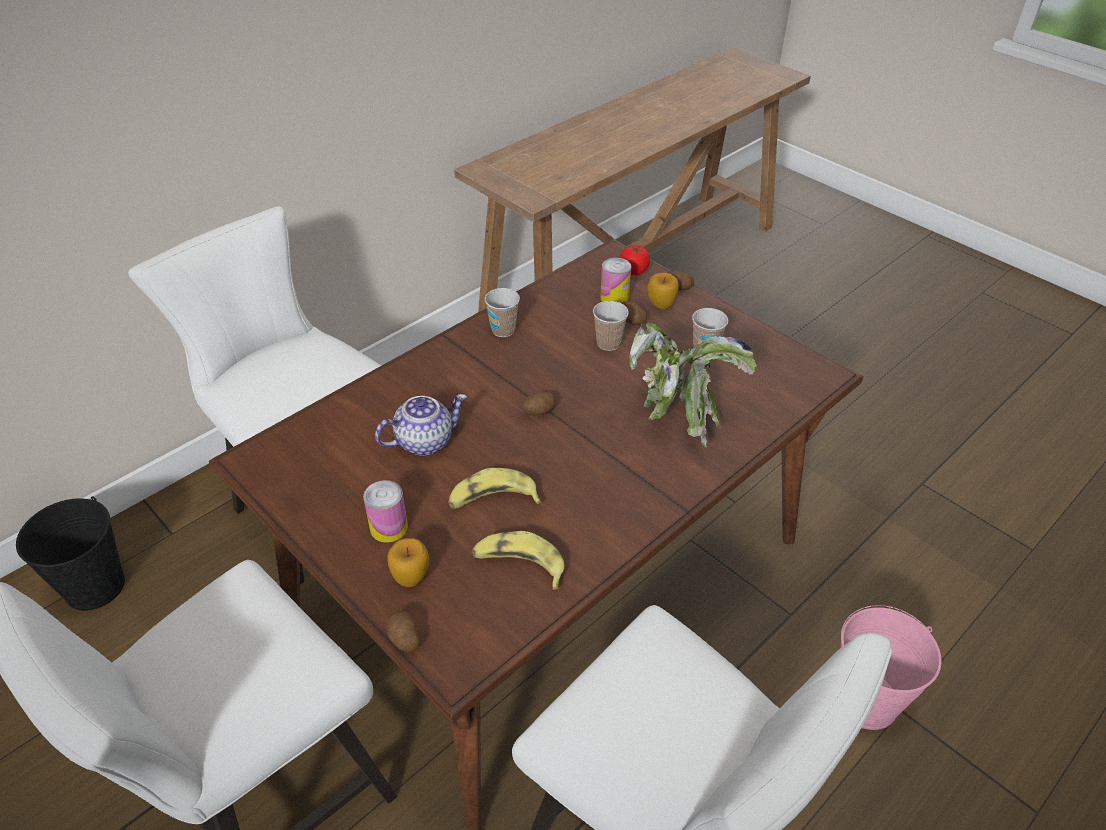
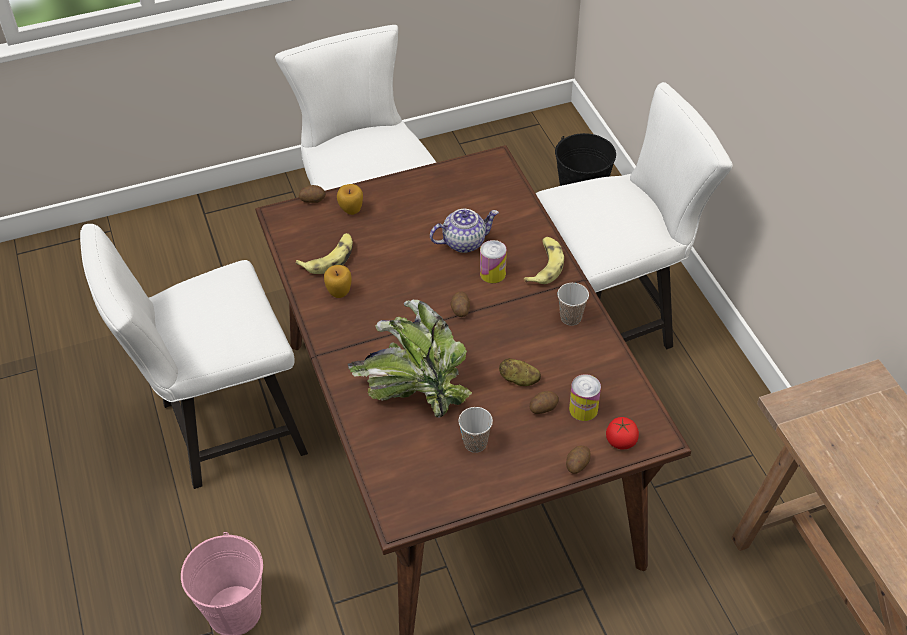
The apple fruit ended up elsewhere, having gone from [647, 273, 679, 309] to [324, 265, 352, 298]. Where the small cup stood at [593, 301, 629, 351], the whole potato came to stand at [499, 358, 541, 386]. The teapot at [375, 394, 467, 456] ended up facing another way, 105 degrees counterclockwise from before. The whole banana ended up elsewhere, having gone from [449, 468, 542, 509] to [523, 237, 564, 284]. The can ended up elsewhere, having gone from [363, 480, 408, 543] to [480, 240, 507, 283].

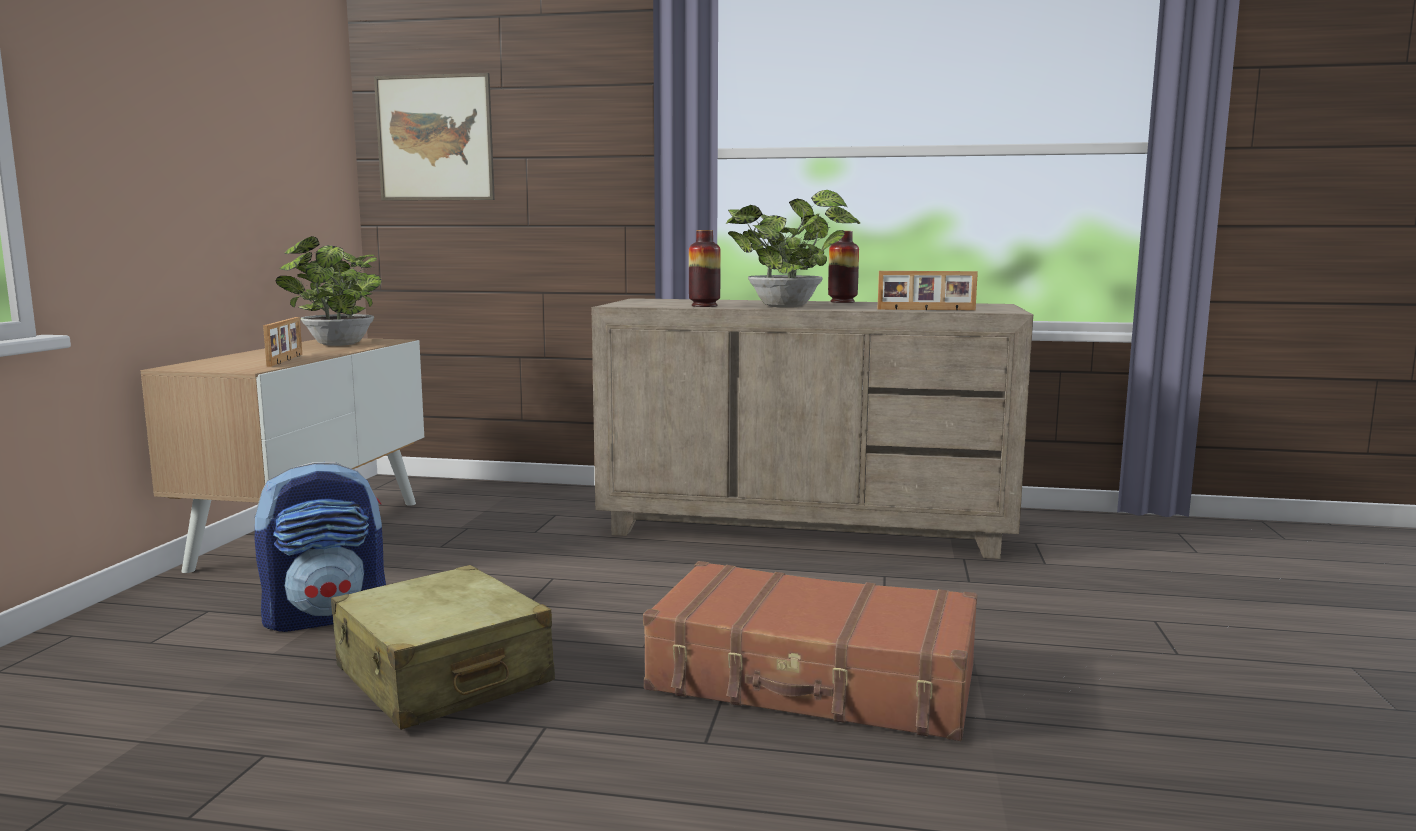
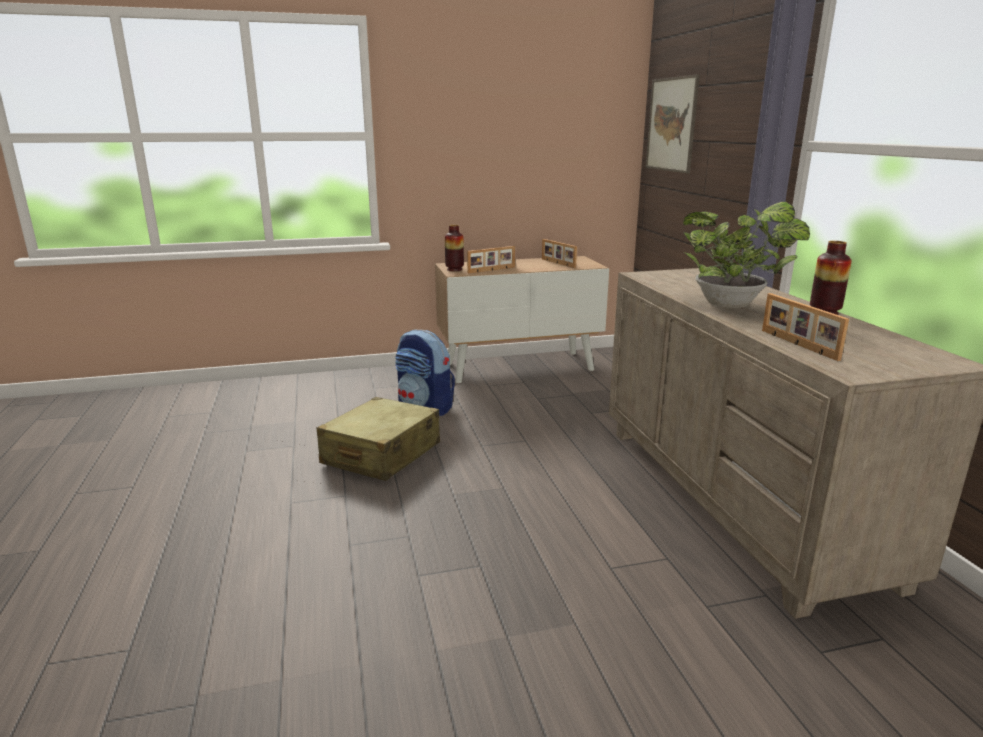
The decorative vase ended up elsewhere, having gone from [689, 230, 721, 307] to [445, 225, 464, 271]. Where the plant in a pot stood at [276, 236, 381, 346], the standing frame came to stand at [542, 239, 577, 268]. The second view lost the travel case (brown) at [643, 561, 977, 741].

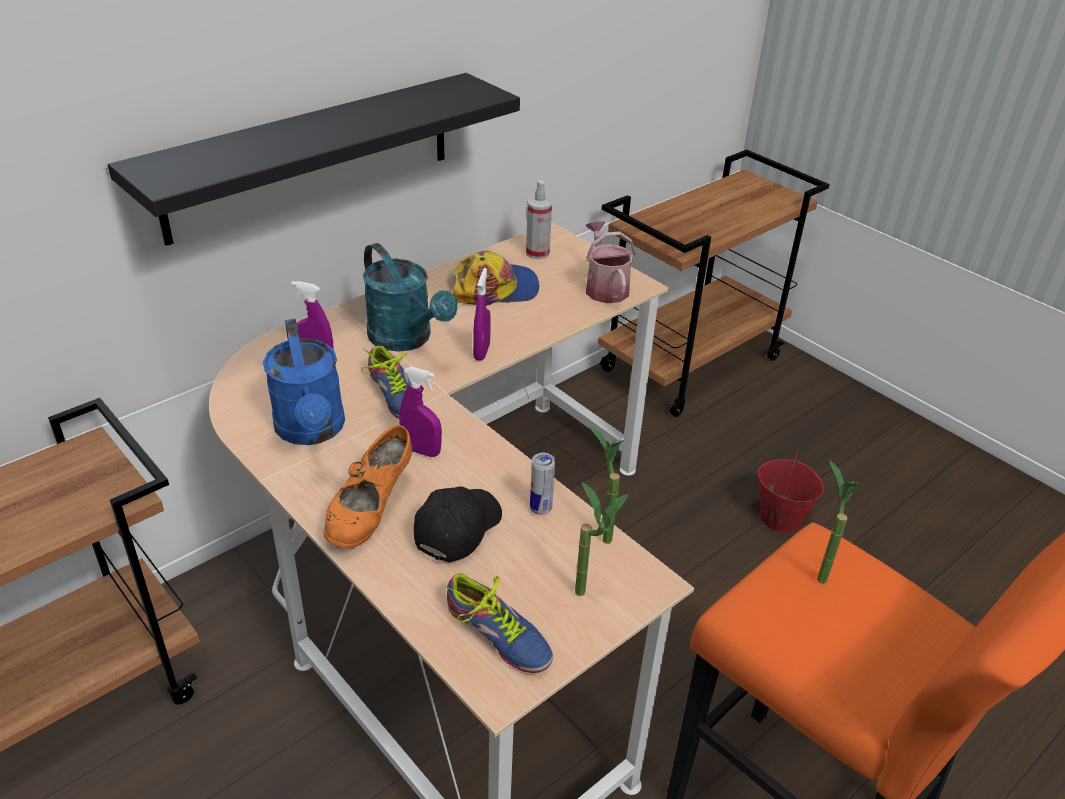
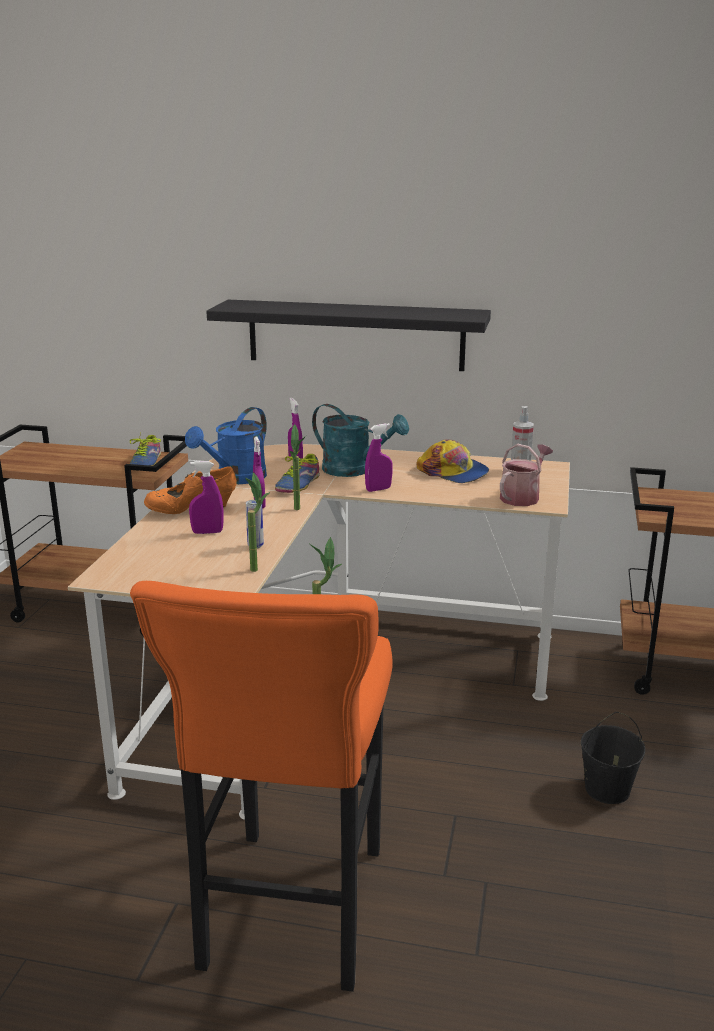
The sprinkling can (turquoise) at [363, 243, 457, 352] ended up facing another way, 75 degrees counterclockwise from before. What was the water bucket (red-coloured) at [757, 449, 824, 533] turned into the water bucket (black) at [581, 712, 645, 804]. The plant in a pot ended up elsewhere, having gone from [575, 482, 628, 596] to [288, 424, 306, 510]. Where the baseball cap (black) stood at [414, 487, 502, 562], the sprayer (purple) came to stand at [189, 461, 224, 534]. The item of footwear ended up elsewhere, having gone from [446, 573, 553, 673] to [130, 433, 161, 466].

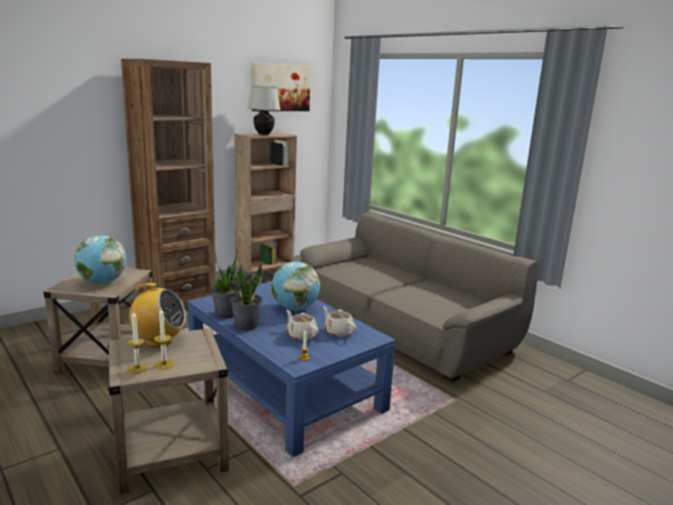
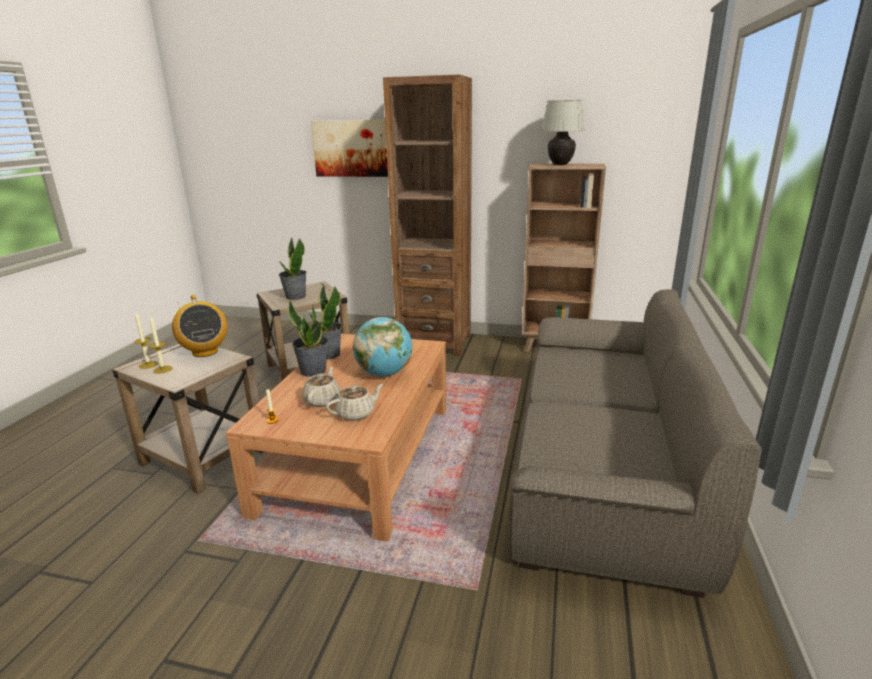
The picture ended up elsewhere, having gone from [252, 63, 311, 111] to [311, 119, 388, 177]. Where the world globe stood at [74, 235, 126, 284], the plant in a pot came to stand at [279, 237, 307, 300]. What was the coffee table (bluish) at [188, 281, 396, 457] turned into the coffee table (brown) at [226, 334, 446, 542]. The teapot (sand-coloured) at [323, 306, 356, 337] ended up facing another way, 45 degrees clockwise from before.

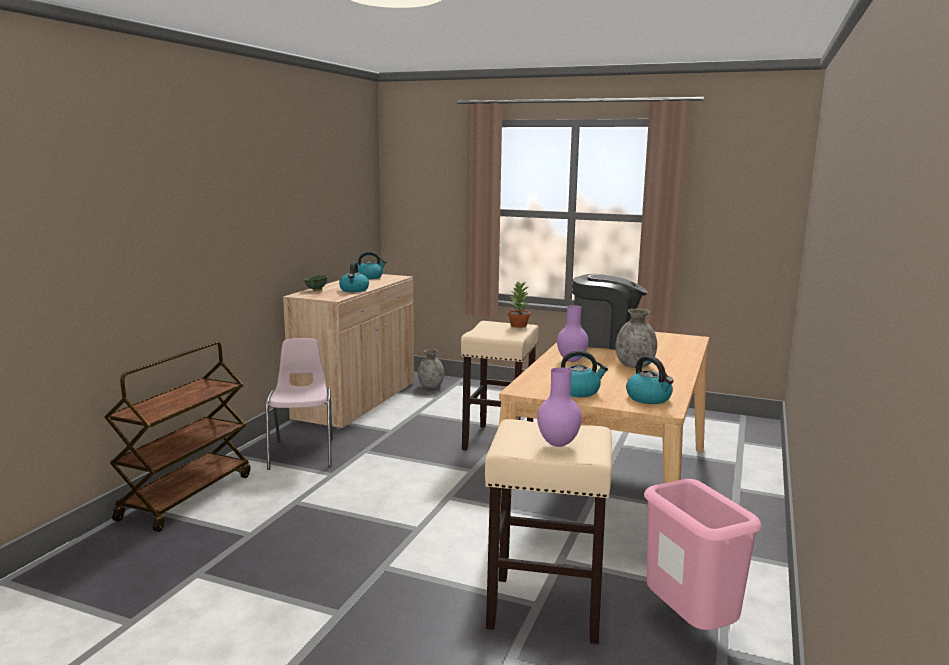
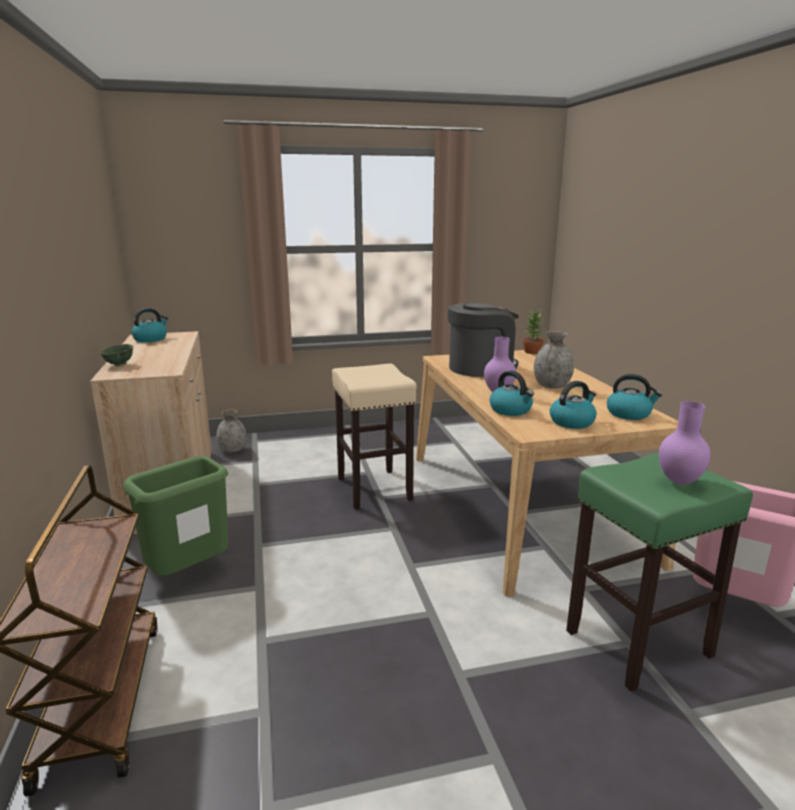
The tea kettle ended up elsewhere, having gone from [339, 262, 369, 292] to [489, 371, 534, 416]. The plant in a pot ended up elsewhere, having gone from [508, 281, 530, 328] to [522, 310, 544, 354]. Where the chair (pink) stood at [265, 338, 333, 470], the trash can (greenish) came to stand at [123, 456, 228, 576]. What was the sitting stool (sand-coloured) at [485, 419, 612, 644] turned into the sitting stool (greenish) at [566, 452, 753, 691].

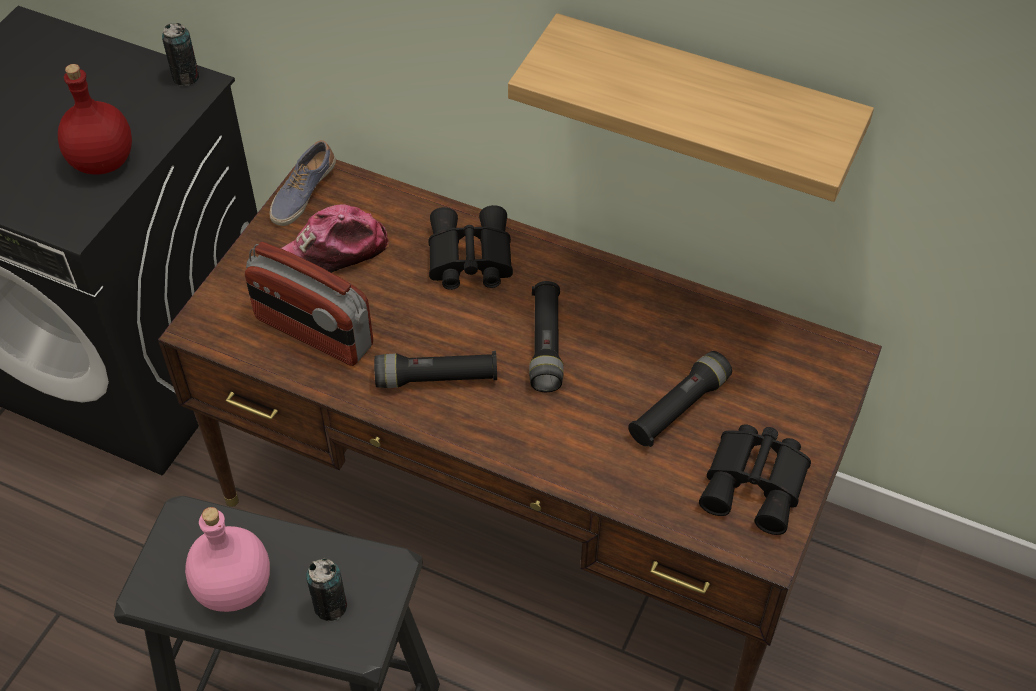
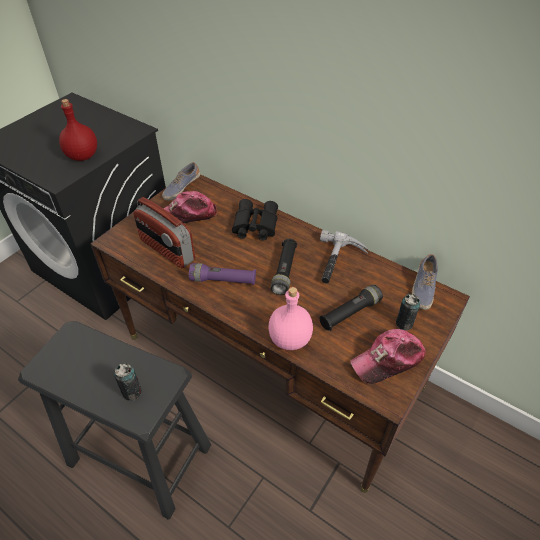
The second view lost the bracket shelf at [508, 13, 874, 202]. The can ended up elsewhere, having gone from [162, 23, 199, 86] to [396, 294, 420, 330]. What was the hand torch (black) at [374, 351, 497, 388] turned into the hand torch (purple) at [189, 263, 256, 285]. Where the binoculars (black) stood at [699, 424, 811, 535], the baseball cap came to stand at [350, 329, 426, 384]. The drink bottle (pink) ended up elsewhere, having gone from [185, 507, 270, 612] to [268, 287, 313, 350]. The second view gained the tool hammer at [320, 230, 369, 284]. The second view gained the item of footwear at [412, 254, 438, 310].

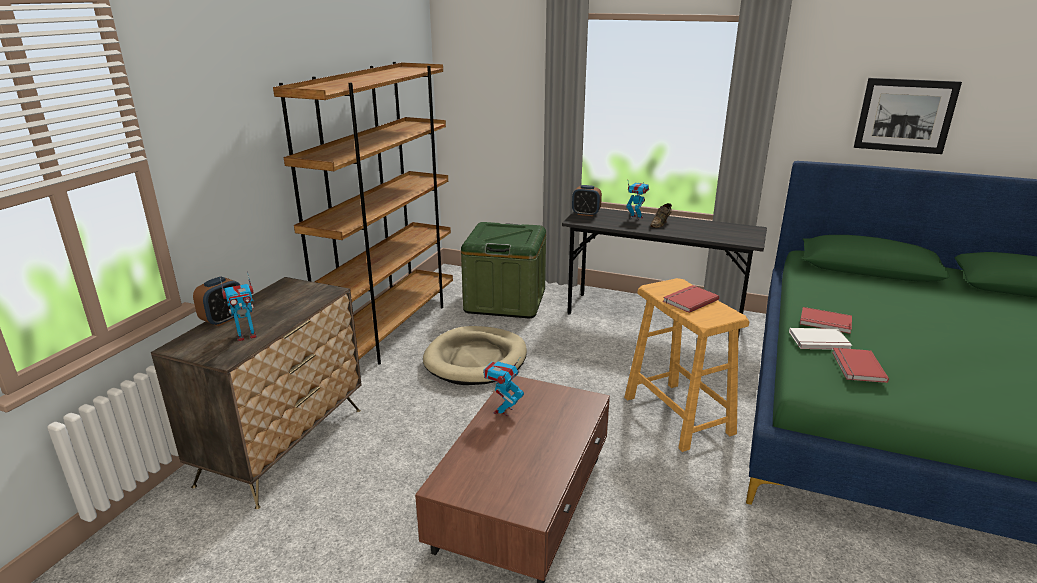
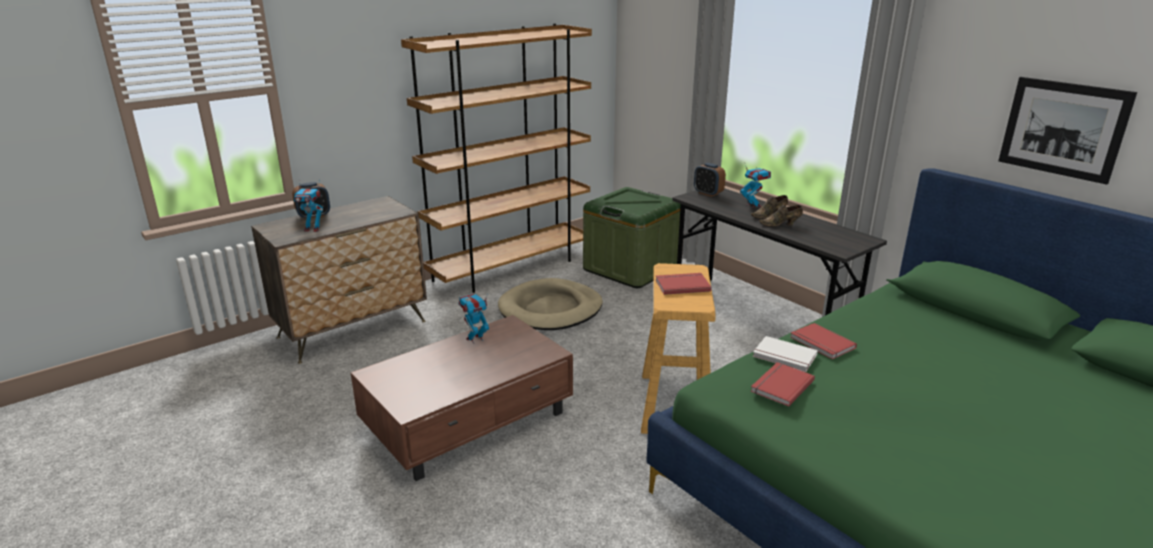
The second view gained the item of footwear (brown) at [759, 205, 803, 227].

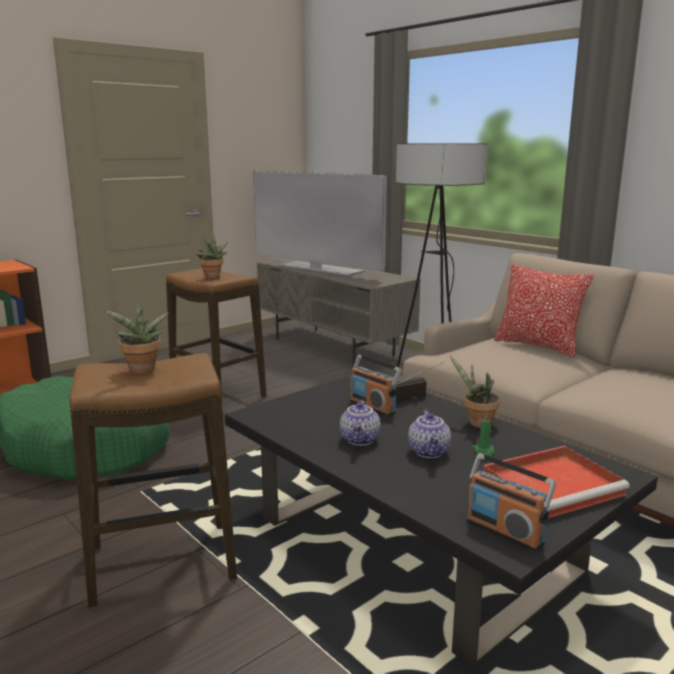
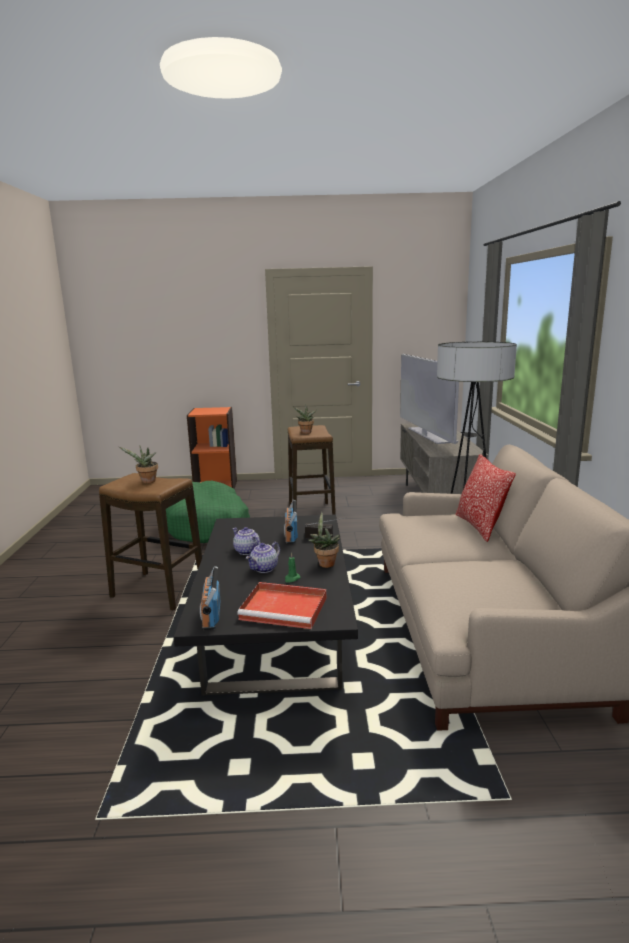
The teapot at [340, 400, 381, 446] ended up facing another way, 90 degrees clockwise from before.

